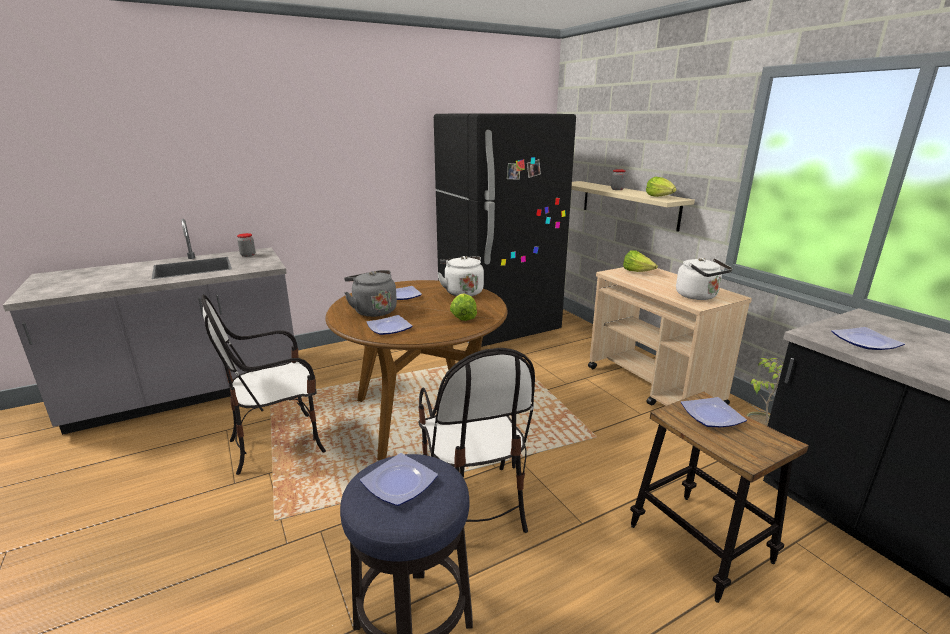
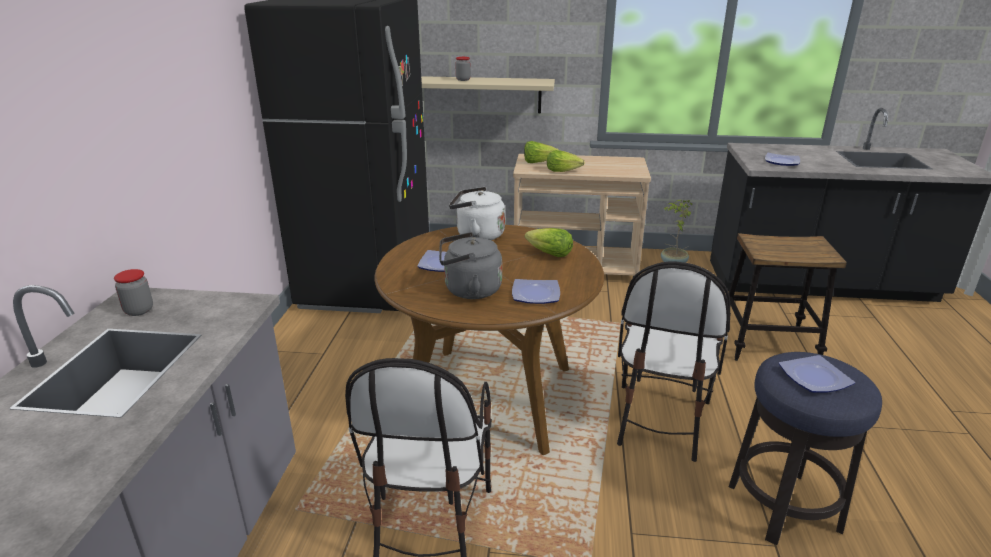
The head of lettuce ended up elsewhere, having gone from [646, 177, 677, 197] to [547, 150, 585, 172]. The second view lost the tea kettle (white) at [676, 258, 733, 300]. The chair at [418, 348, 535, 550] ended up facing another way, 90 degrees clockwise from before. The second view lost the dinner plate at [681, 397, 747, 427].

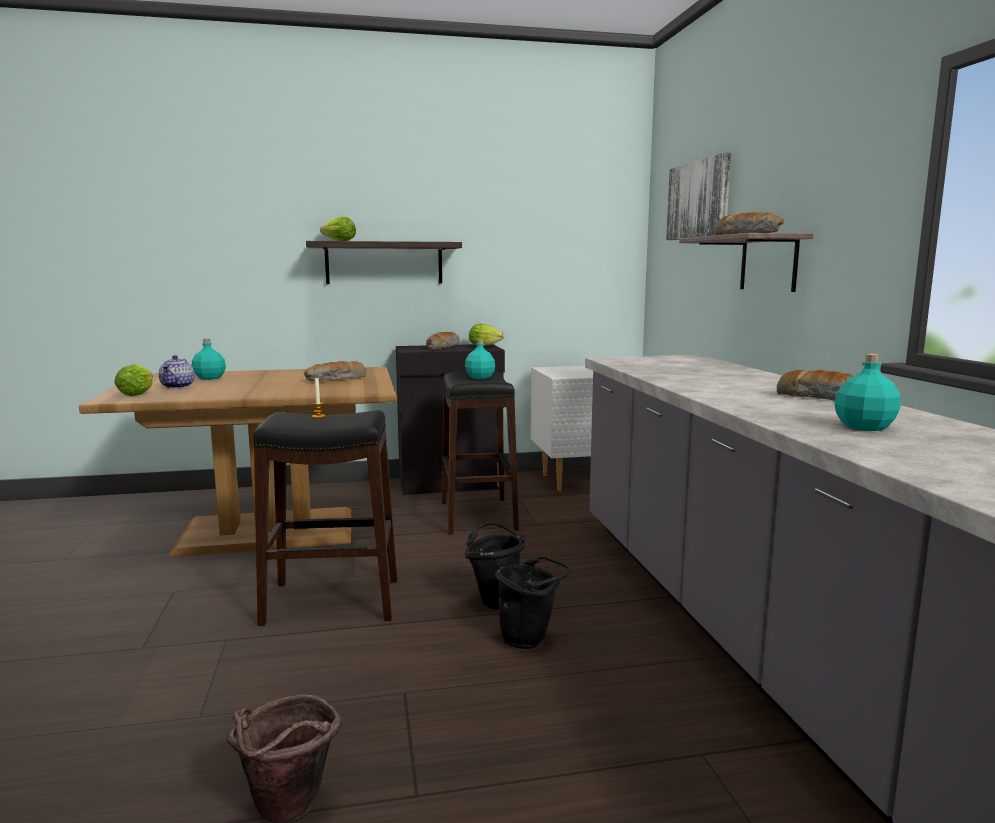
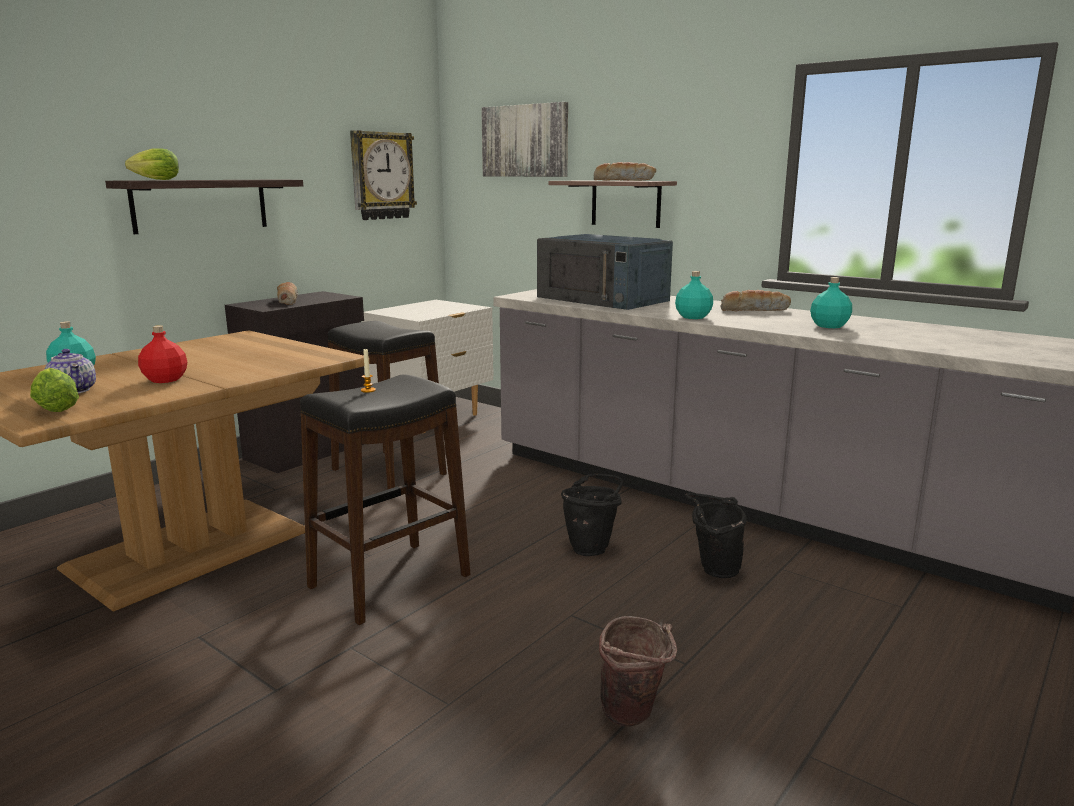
The second view lost the head of lettuce at [469, 324, 504, 346]. The drink bottle (turquoise) ended up elsewhere, having gone from [465, 339, 495, 379] to [675, 271, 713, 319]. The second view lost the bread at [304, 361, 366, 381]. The water bucket (black) ended up elsewhere, having gone from [465, 522, 525, 610] to [686, 493, 747, 578]. The second view gained the hanging clock at [350, 130, 417, 220]. The second view gained the microwave (bluish) at [537, 234, 673, 310]. The second view gained the drink bottle (red-coloured) at [138, 325, 187, 383].

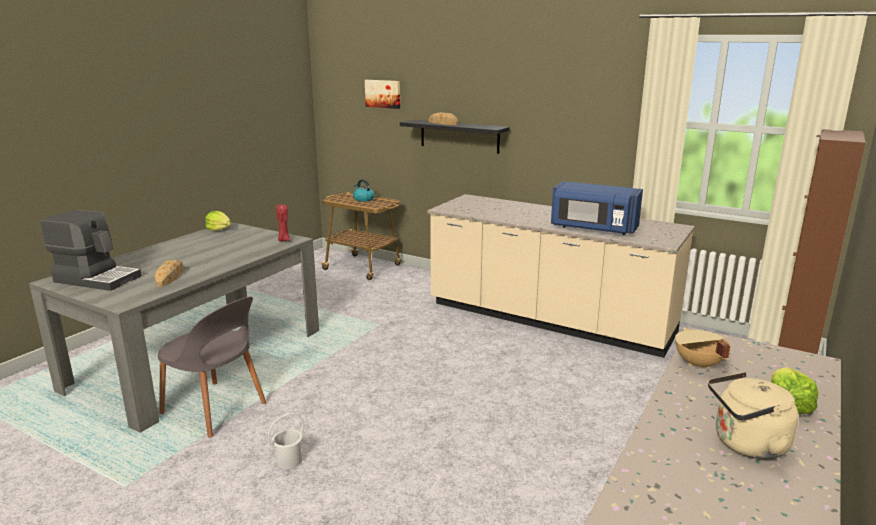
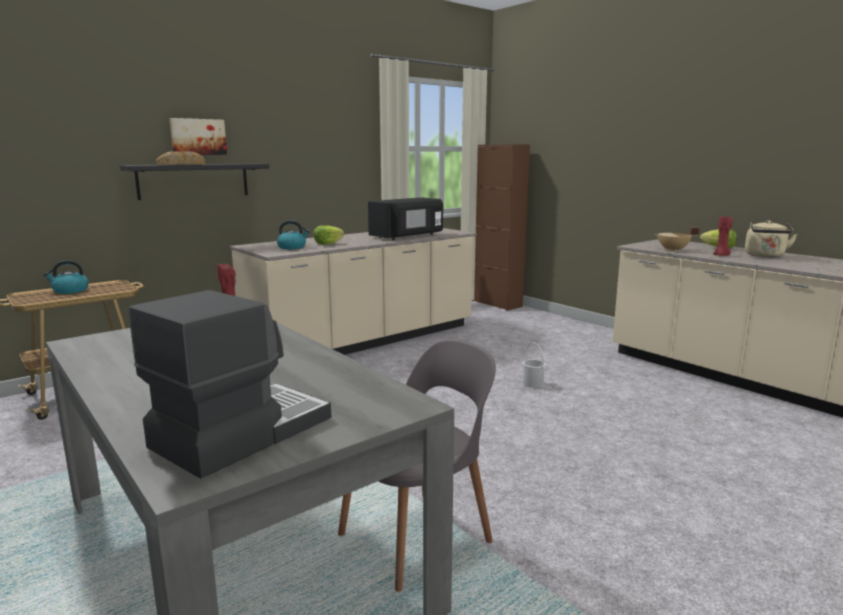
The picture ended up elsewhere, having gone from [365, 80, 400, 109] to [169, 118, 227, 155]. What was the microwave (bluish) at [551, 181, 643, 235] turned into the microwave (black) at [368, 197, 443, 240]. The head of lettuce ended up elsewhere, having gone from [205, 211, 231, 231] to [314, 225, 344, 245]. The second view lost the bread at [155, 260, 184, 287]. The water bucket (white) ended up elsewhere, having gone from [268, 413, 304, 469] to [522, 342, 546, 388]. The second view gained the wax light (red-coloured) at [713, 216, 733, 256]. The second view gained the tea kettle at [277, 220, 310, 249].

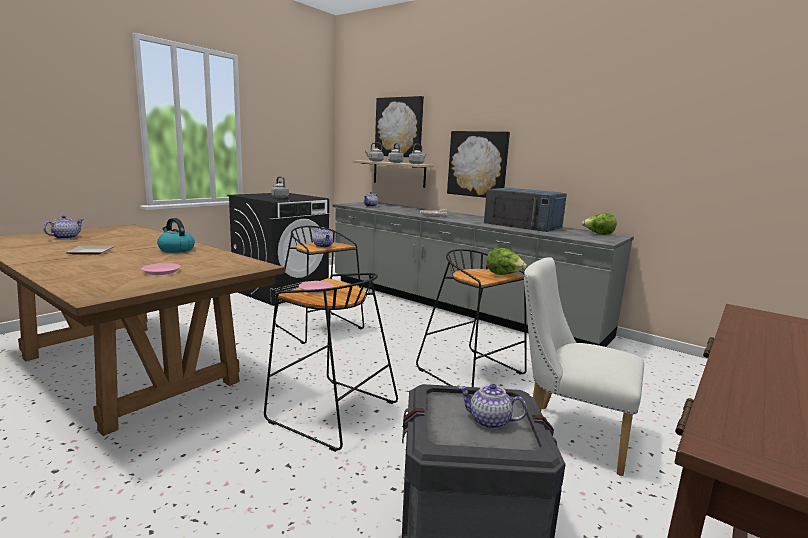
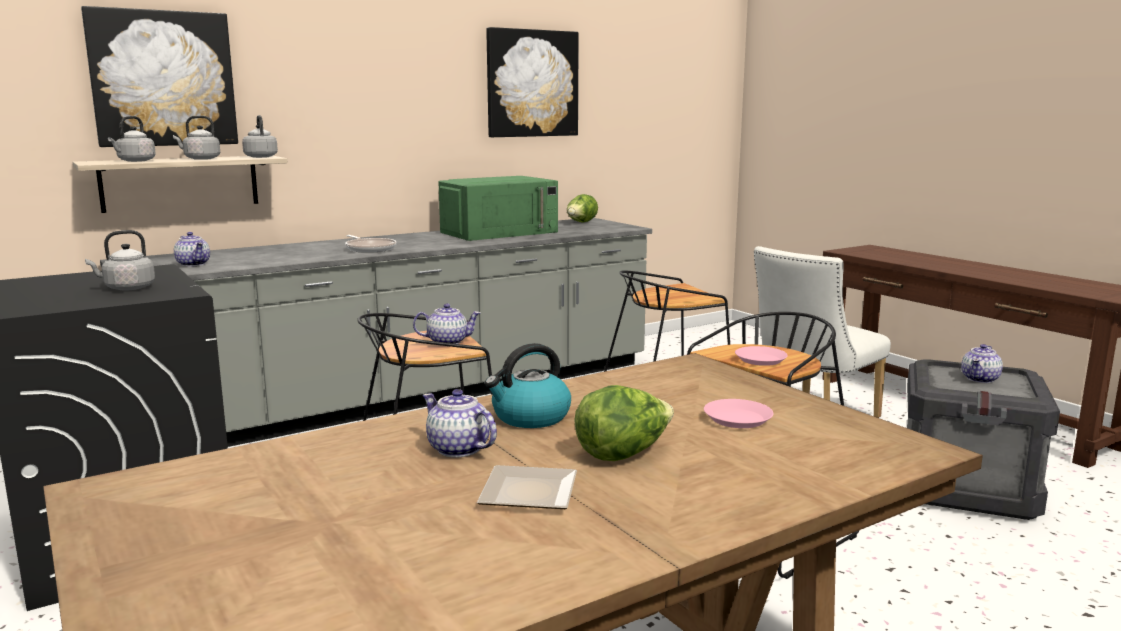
The picture ended up elsewhere, having gone from [447, 131, 510, 198] to [486, 27, 579, 137]. What was the microwave (bluish) at [484, 188, 567, 232] turned into the microwave (greenish) at [438, 176, 558, 241]. The teapot ended up elsewhere, having gone from [43, 215, 84, 239] to [423, 389, 497, 458]. The head of lettuce ended up elsewhere, having gone from [487, 248, 527, 275] to [574, 385, 674, 461].

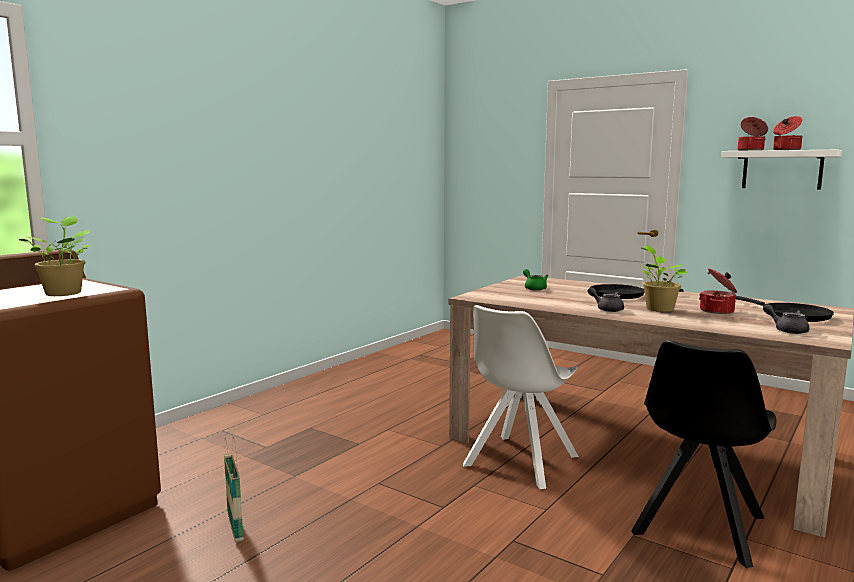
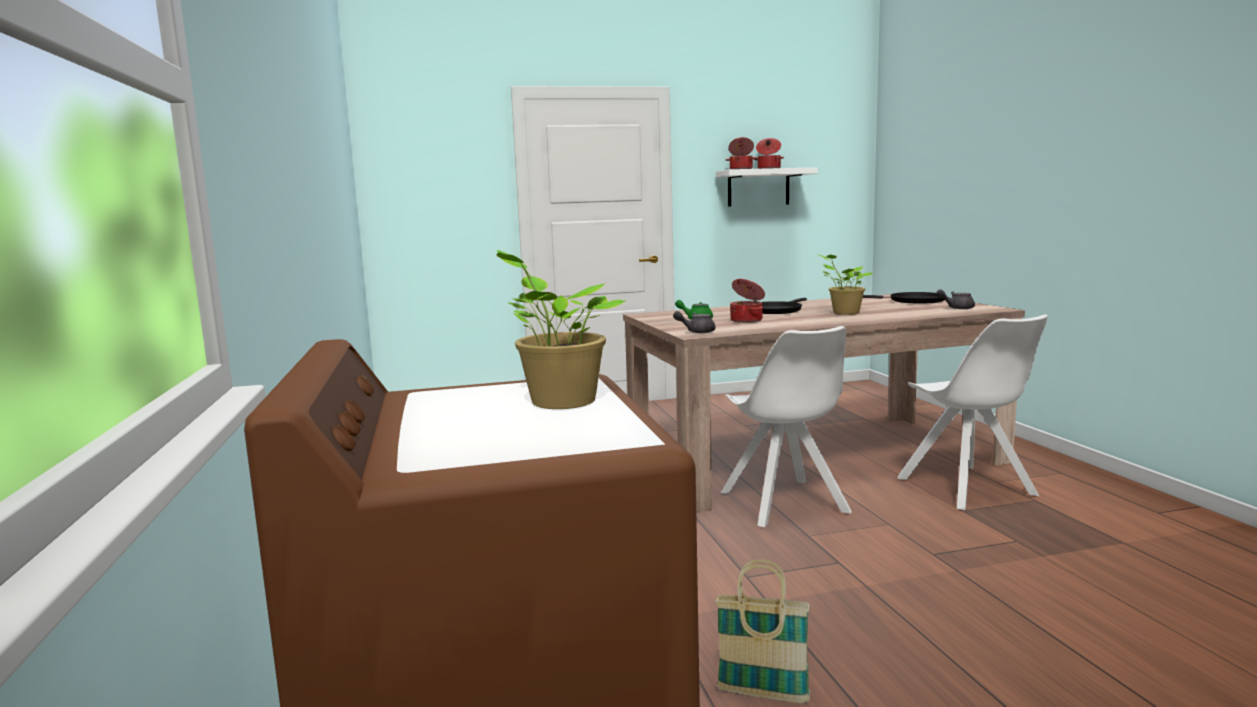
The stockpot ended up elsewhere, having gone from [699, 268, 737, 314] to [730, 279, 765, 323]. The teapot (gray) ended up elsewhere, having gone from [588, 287, 624, 312] to [673, 311, 716, 333]. What was the chair (black) at [631, 340, 776, 568] turned into the chair (white) at [898, 314, 1048, 510].

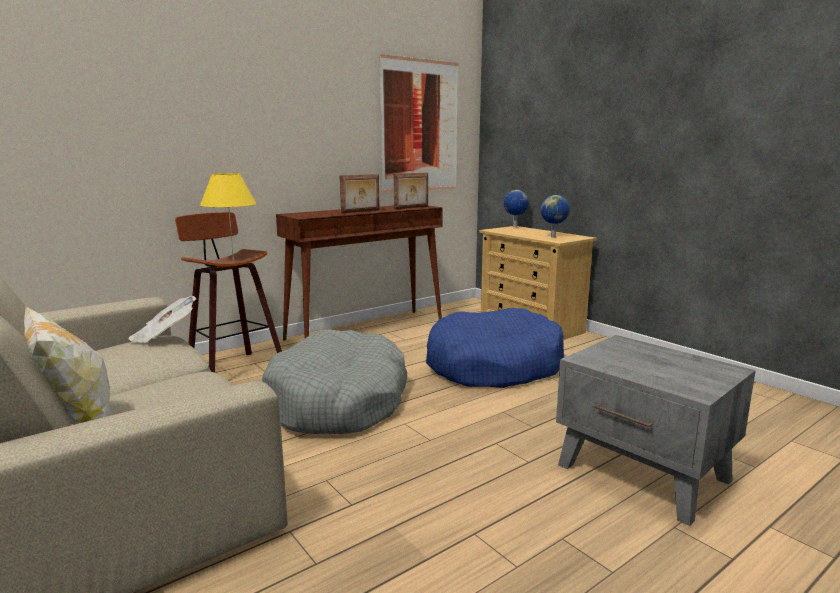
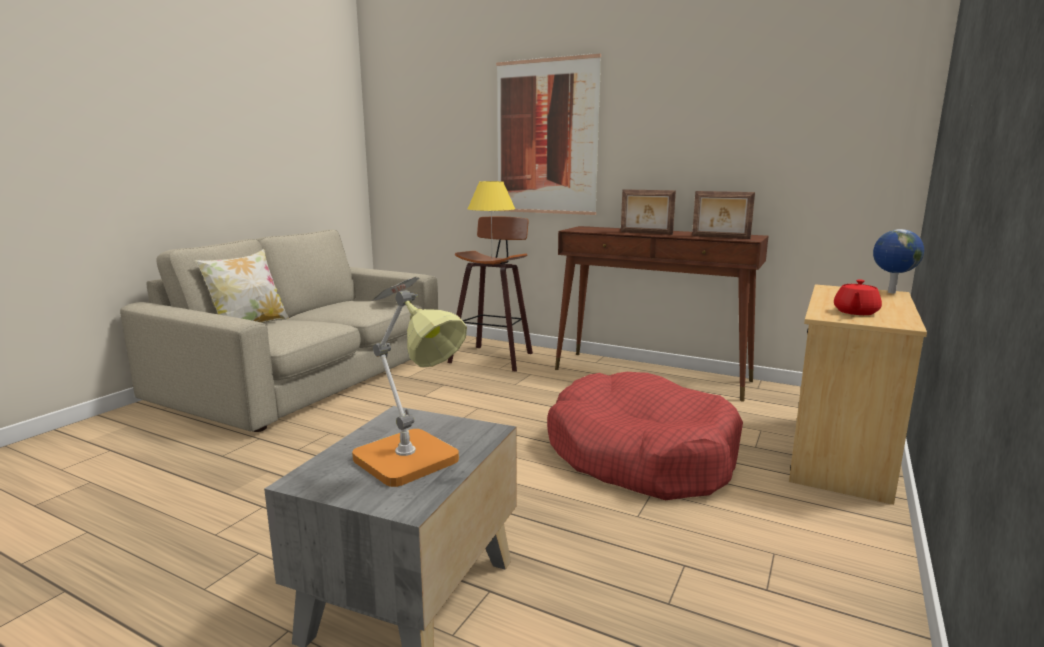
The picture ended up elsewhere, having gone from [379, 54, 459, 193] to [496, 54, 601, 215]. Where the world globe stood at [541, 195, 570, 237], the teapot (red-coloured) came to stand at [834, 279, 882, 315]. What was the pet bed (bluish) at [426, 308, 564, 388] turned into the pet bed (red-coloured) at [547, 372, 743, 500]. The second view lost the pet bed (gray) at [262, 329, 407, 434]. The second view gained the lamp for a table at [352, 290, 467, 487].

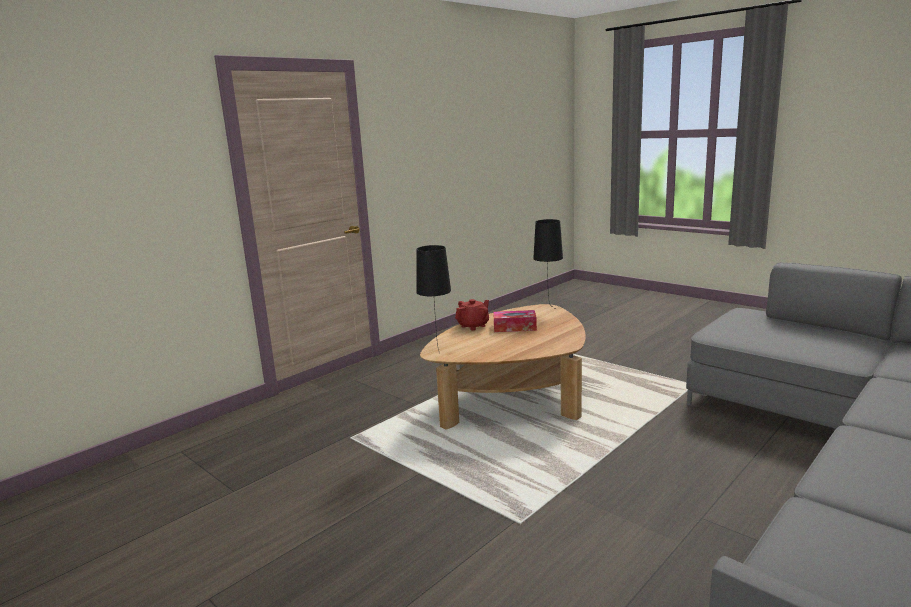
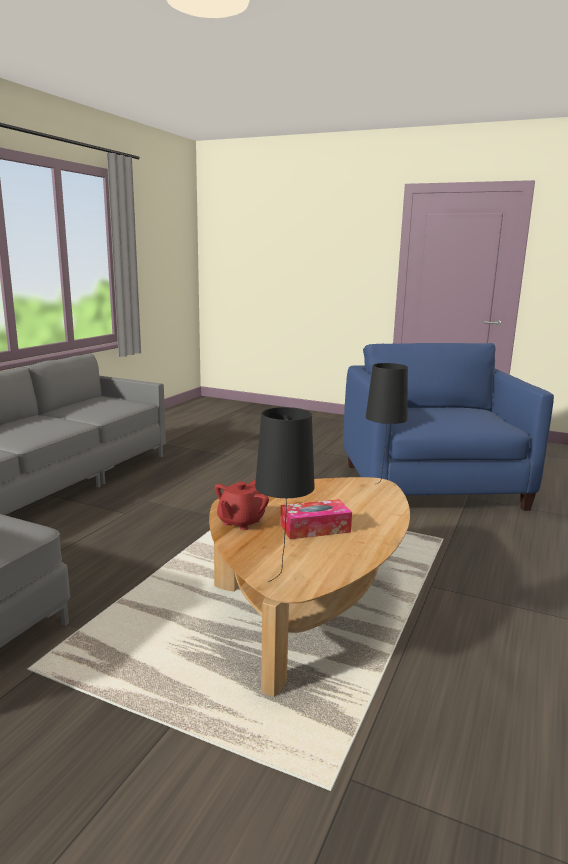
The teapot (red-coloured) ended up elsewhere, having gone from [455, 299, 489, 330] to [215, 480, 269, 530]. The second view gained the lounge chair (bluish) at [343, 343, 554, 511].

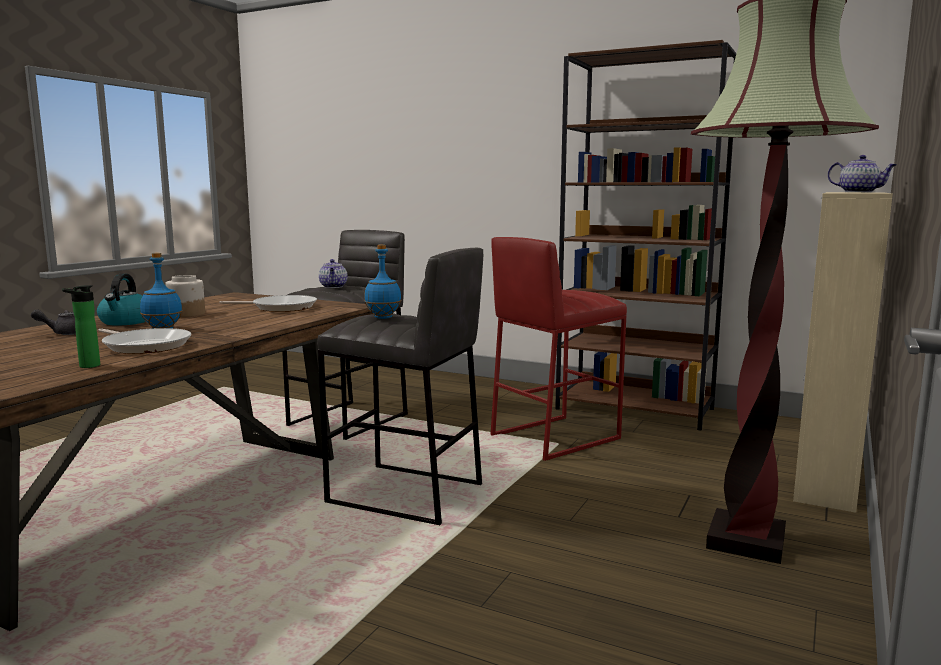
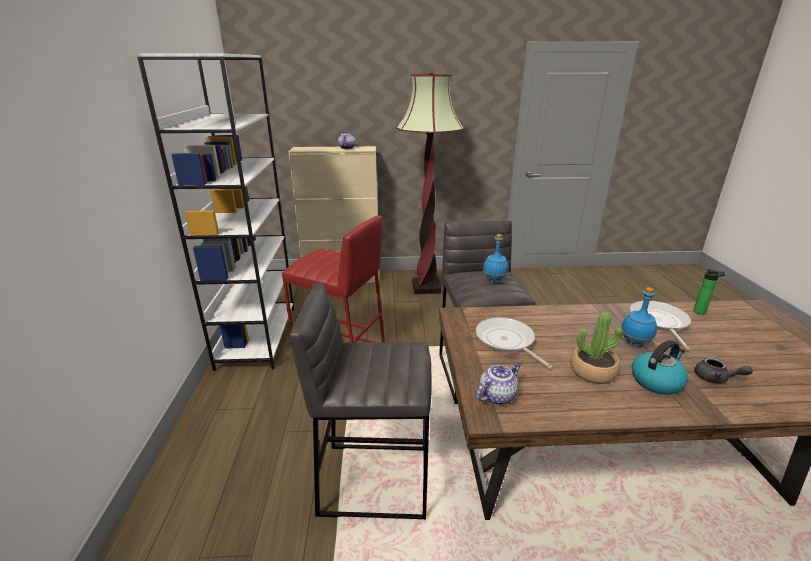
What was the shelving unit (brown) at [555, 40, 737, 431] turned into the shelving unit (white) at [137, 54, 294, 371]. The teapot ended up elsewhere, having gone from [319, 259, 348, 288] to [476, 362, 521, 405]. Where the jar stood at [165, 275, 205, 317], the plant in a pot came to stand at [570, 312, 623, 384].

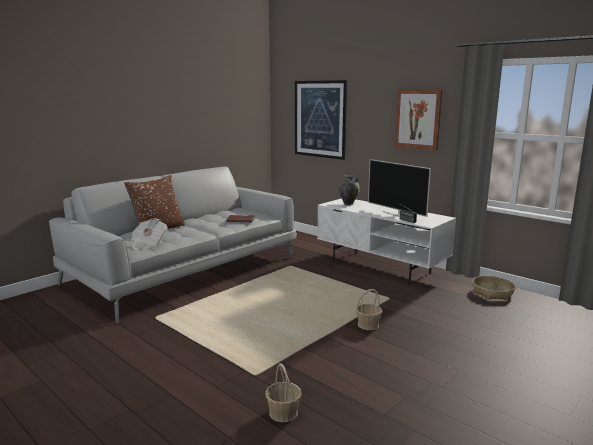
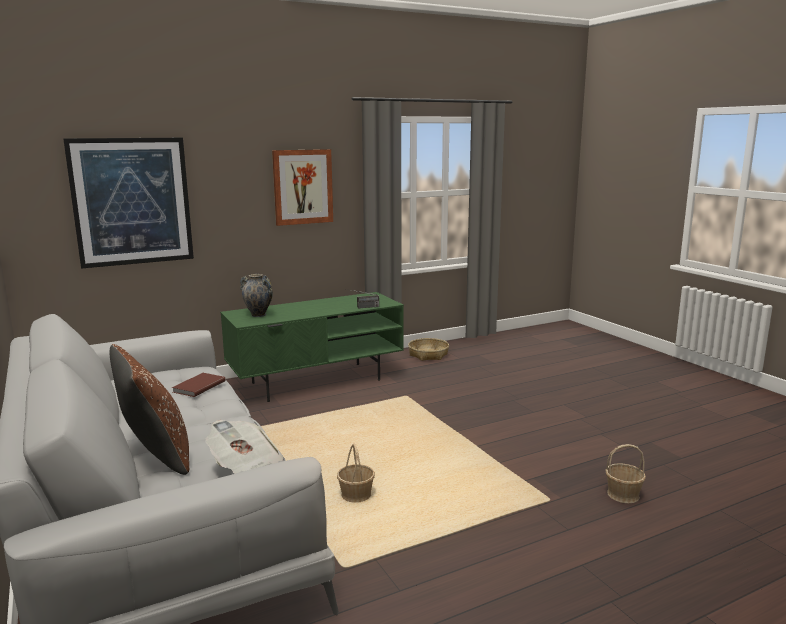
The second view lost the television at [368, 159, 431, 217]. What was the media console (white) at [317, 198, 456, 285] turned into the media console (greenish) at [220, 292, 404, 402]. The household basket ended up elsewhere, having gone from [356, 289, 382, 330] to [337, 443, 375, 503].

